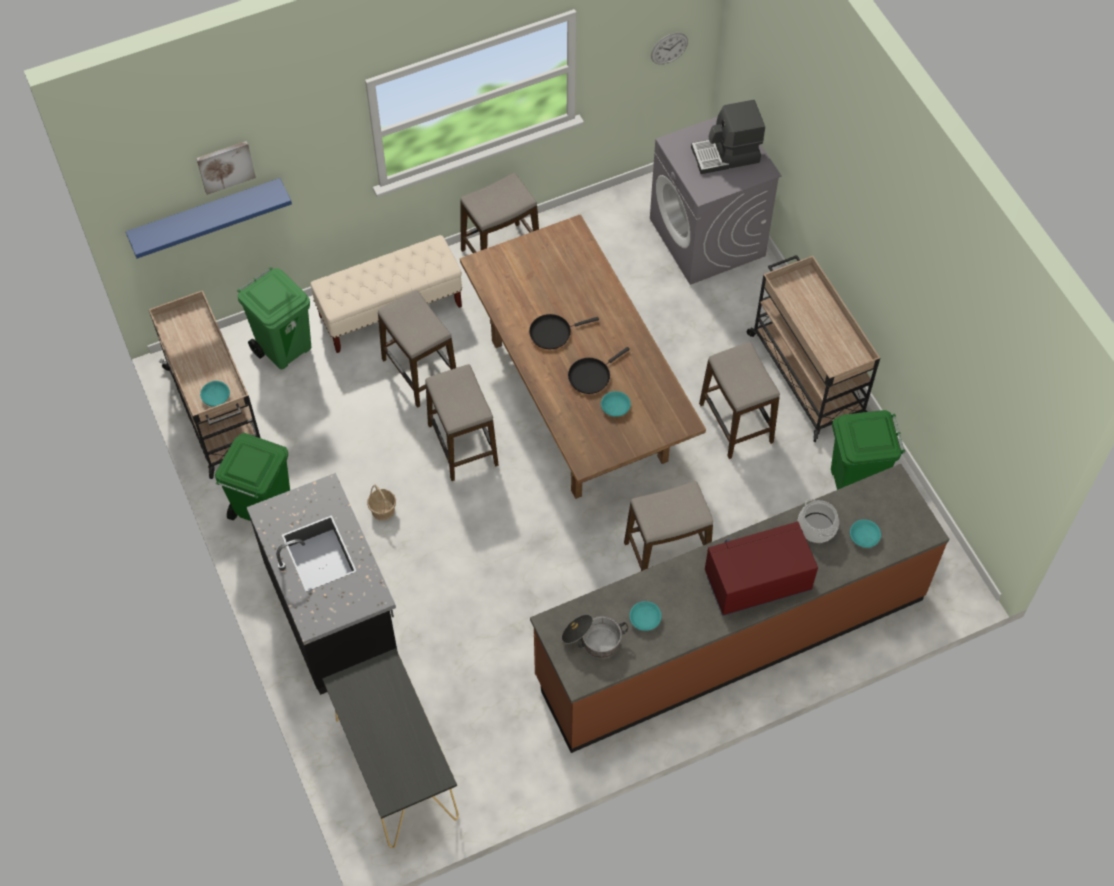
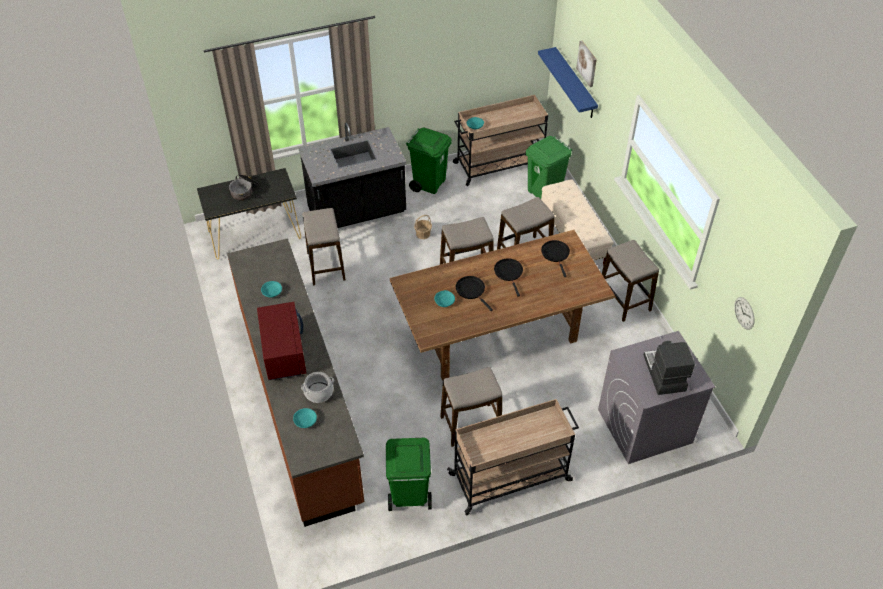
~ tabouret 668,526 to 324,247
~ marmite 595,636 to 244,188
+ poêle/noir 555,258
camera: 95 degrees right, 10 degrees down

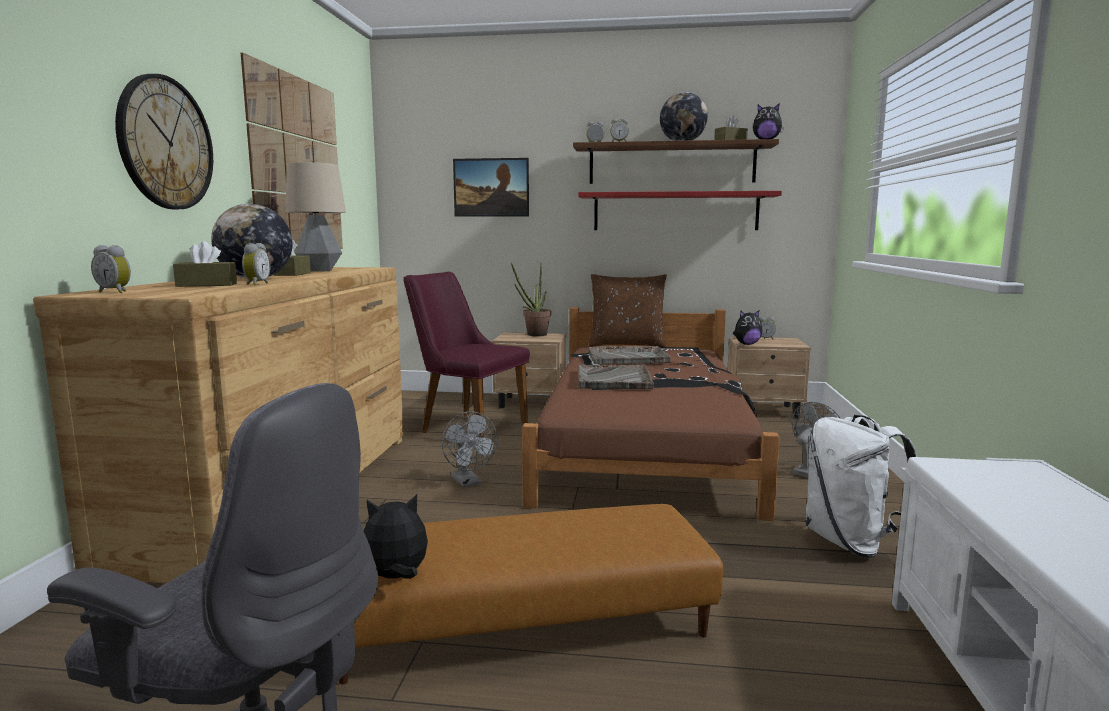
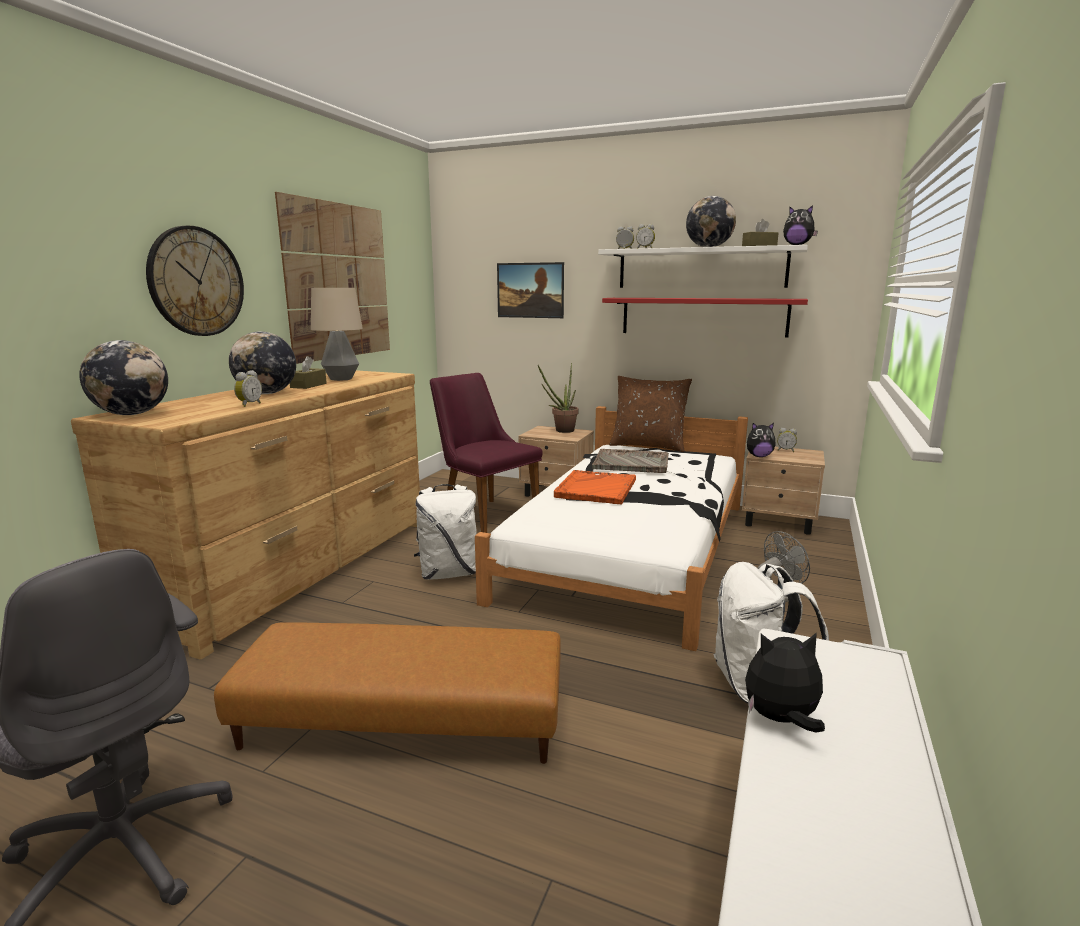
~ étagère/marron 676,161 to étagère/blanc 703,266
- boîte à mouchoirs/marron 205,264
~ réveil 111,269 to globe 123,377
~ lit/marron 651,414 to lit/blanc 611,528
~ plateau/gris 616,376 to plateau/orange 595,487
~ ventilateur/gris 469,449 to sac à dos/blanc 445,532
~ peluche 396,536 to 785,682
camera: 15 degrees right, 5 degrees up

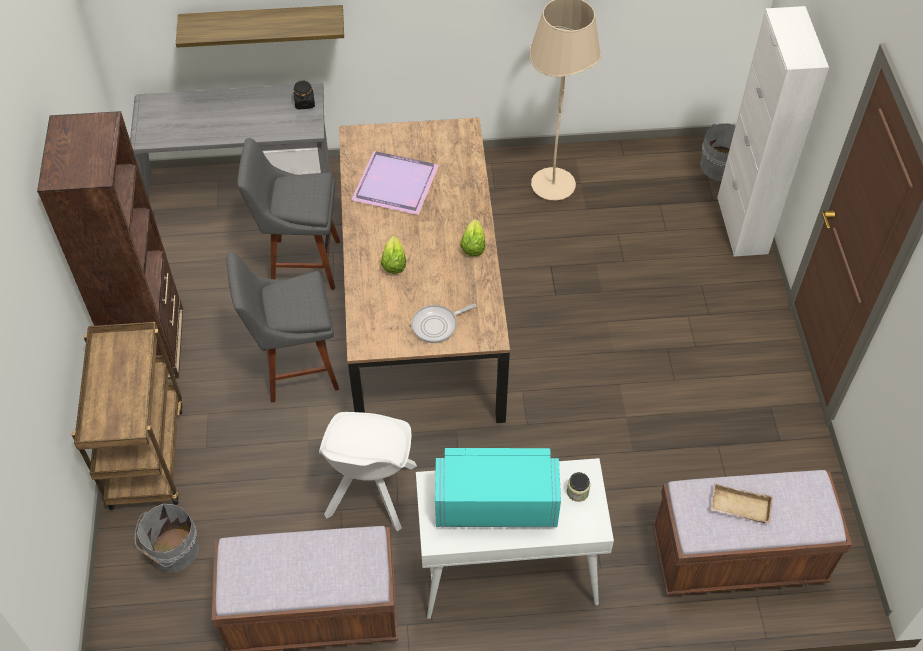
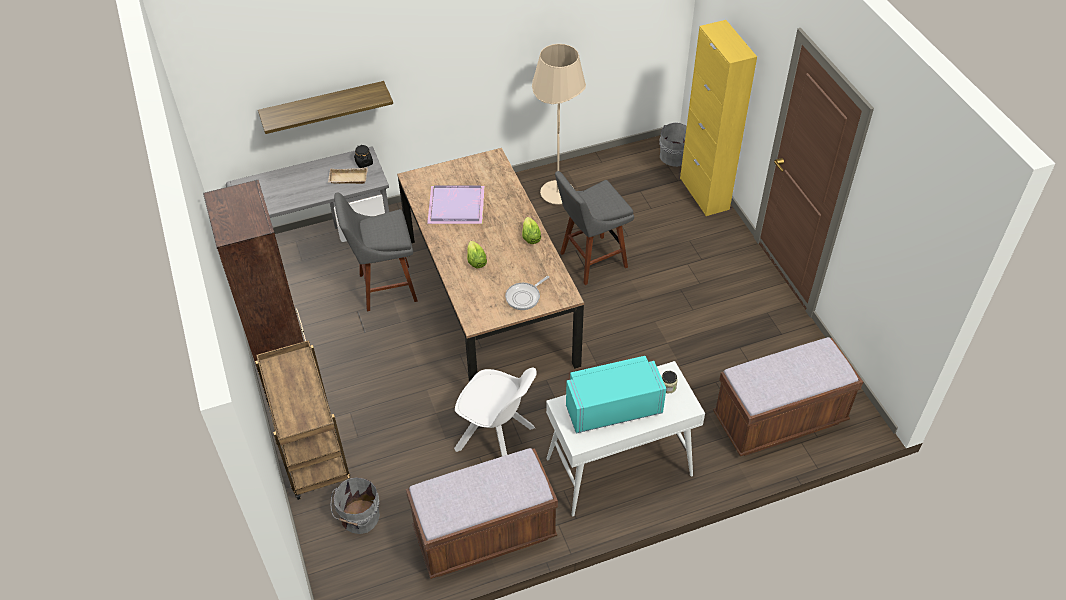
~ meuble de rangement/blanc 773,131 to meuble de rangement/jaune 718,118
~ tabouret/gris 283,328 to 594,228
~ chaise/blanc 368,471 = 495,412 60 degrees counterclockwise
~ plateau/beige 741,503 to 348,175
camera: 15 degrees left, 5 degrees down

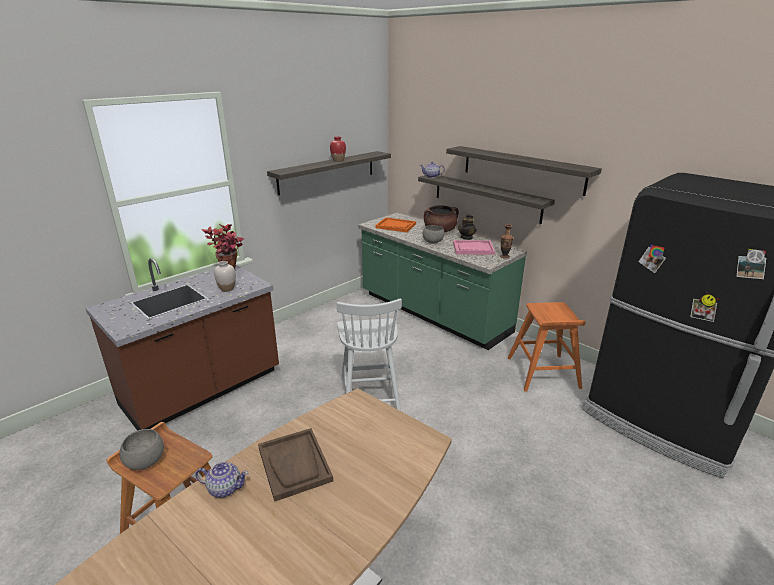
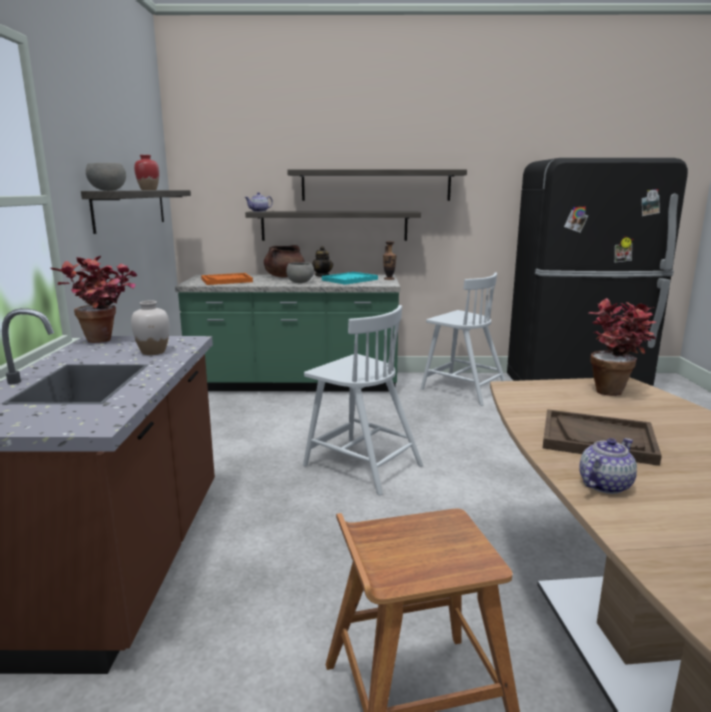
~ plateau/rose 474,247 to plateau/turquoise 350,278
~ tabouret/orange 547,346 to chaise/blanc 463,339
~ bol/gris 141,449 to 106,177
+ plante en pot 622,347
camera: 45 degrees left, 10 degrees down

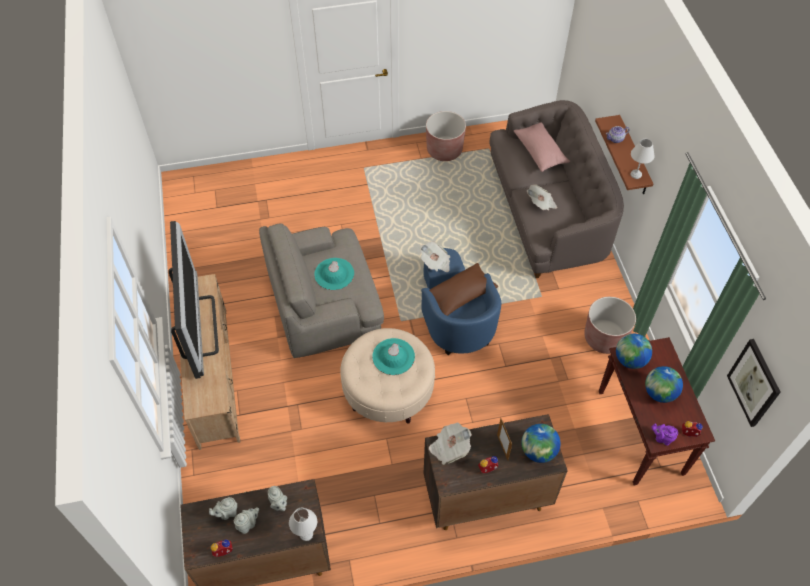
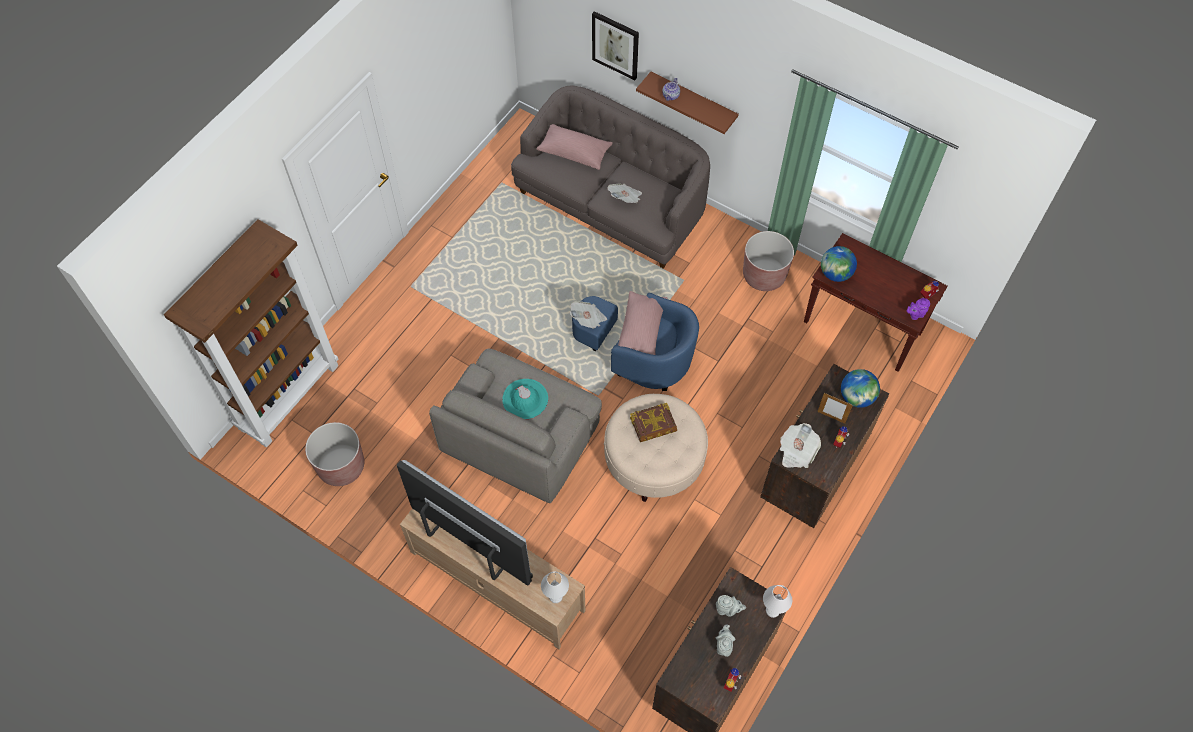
~ cache-pot/marron 446,136 to 334,454
~ lampe de table/blanc 642,159 to 555,587
~ coussin/marron 463,289 to coussin/rose 642,323
~ chapeau/turquoise 393,356 to livre 653,422
~ tableau 754,383 to 615,45
- globe 664,384
- théière/gris 223,508
+ bibliothèque/marron 251,333
camera: 45 degrees left, 5 degrees up

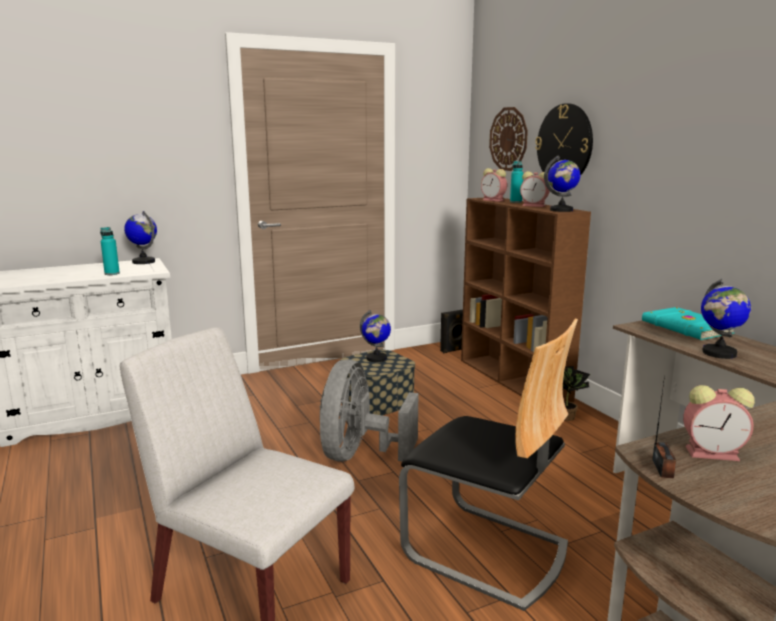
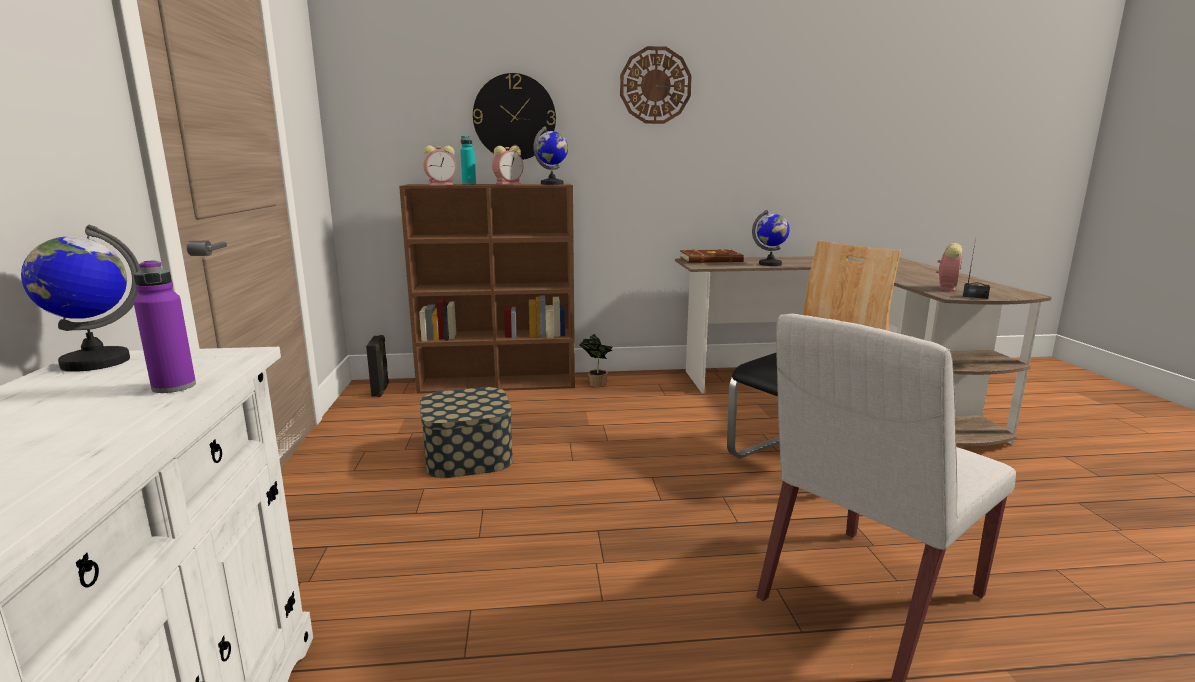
~ horloge murale 508,139 to 656,85
~ bouteille/turquoise 110,251 to bouteille/violet 164,326
~ livre/turquoise 688,323 to livre/marron 712,256
- globe 375,336
- ventilateur/gris 369,410
camera: 70 degrees left, 0 degrees up

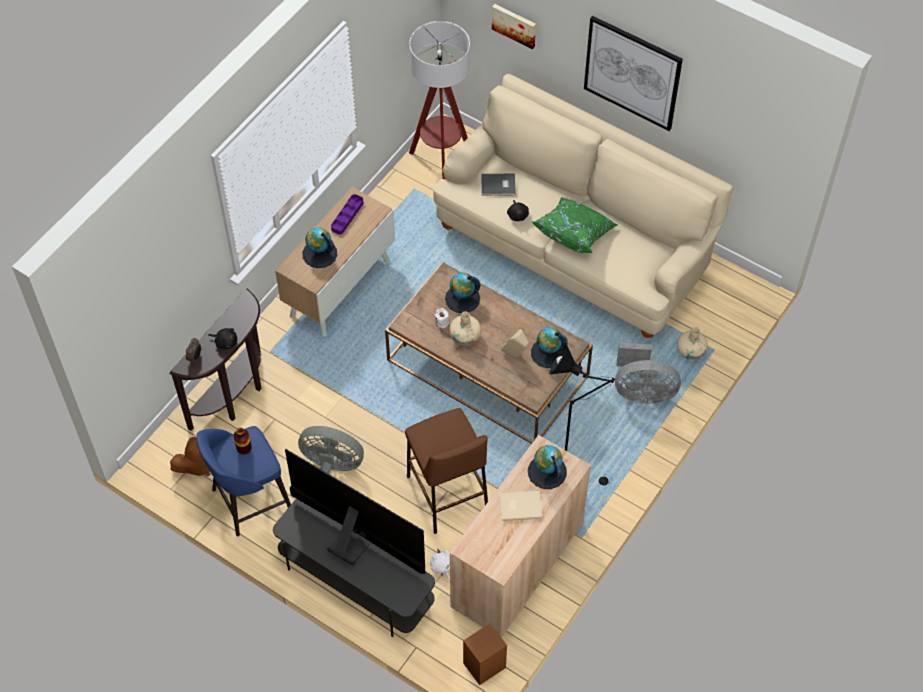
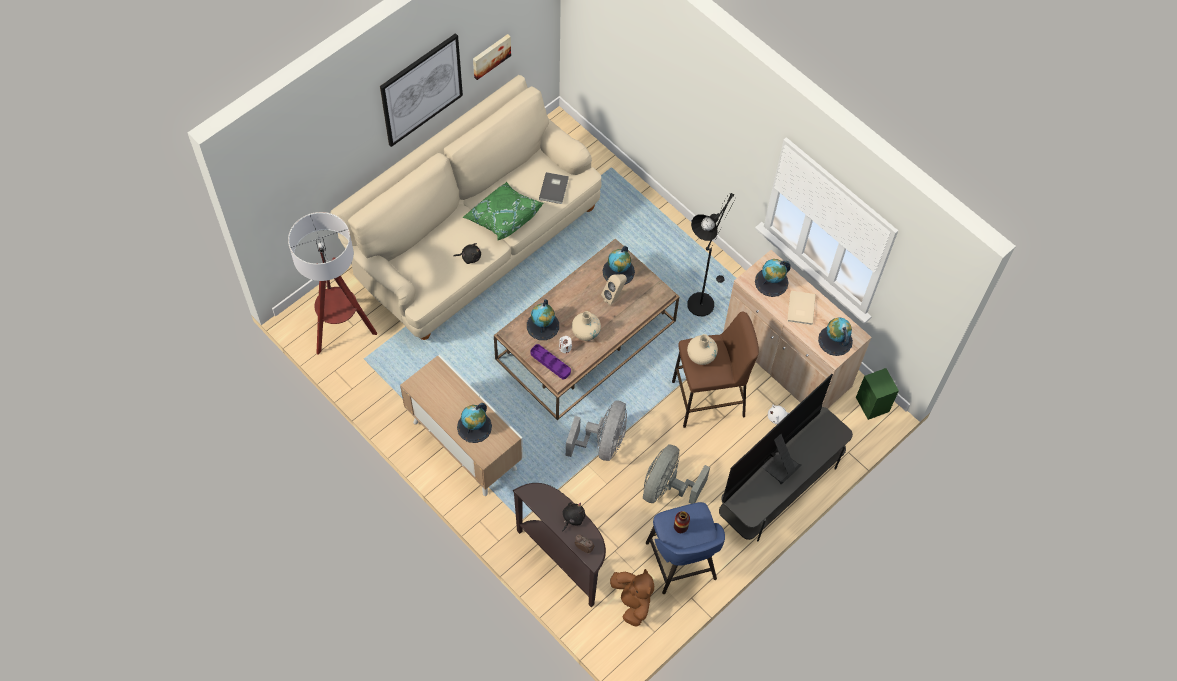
~ tableau 514,26 to 492,57
~ livre/gris 498,184 to 554,188
~ plateau/violet 347,214 to 551,361
~ vase/beige 692,343 to 702,349
~ ventilateur/gris 648,373 to 596,430
~ enceinte/marron 485,654 to enceinte/vert 877,394
+ globe 835,336
camera: 80 degrees left, 5 degrees up

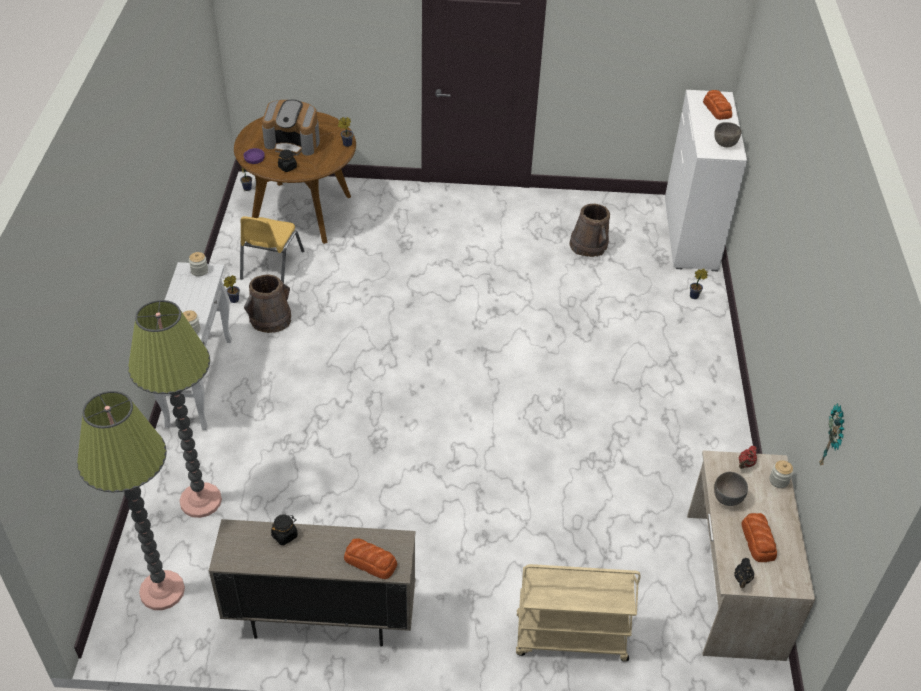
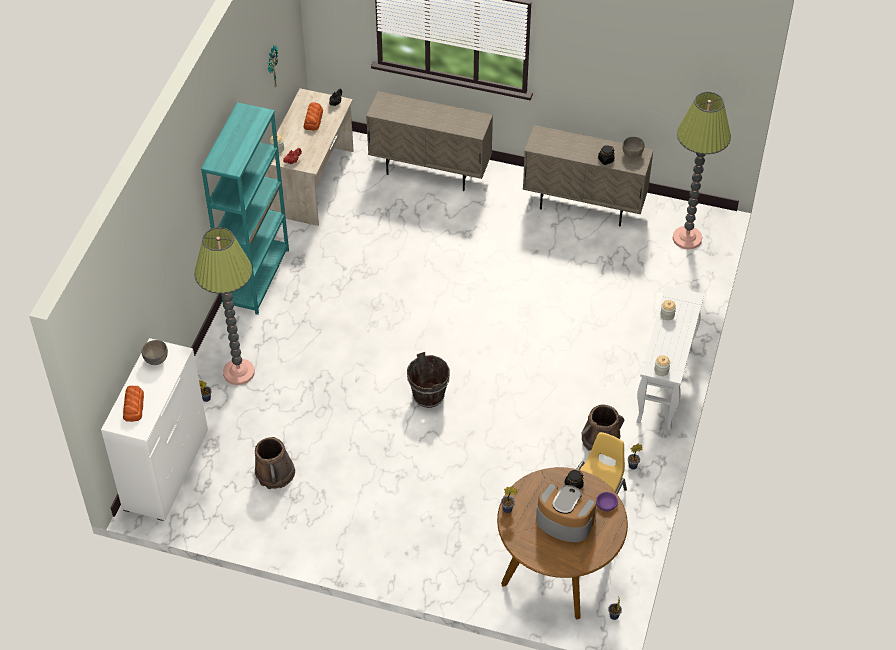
~ lampadaire 175,409 to 224,306
~ bol/gris 731,489 to 633,147
- pain 370,558
~ chariot/beige 578,613 to meuble de rangement/beige 429,141
+ bibliothèque/turquoise 245,208
+ seau/marron 428,380
camera: 165 degrees left, 5 degrees up

